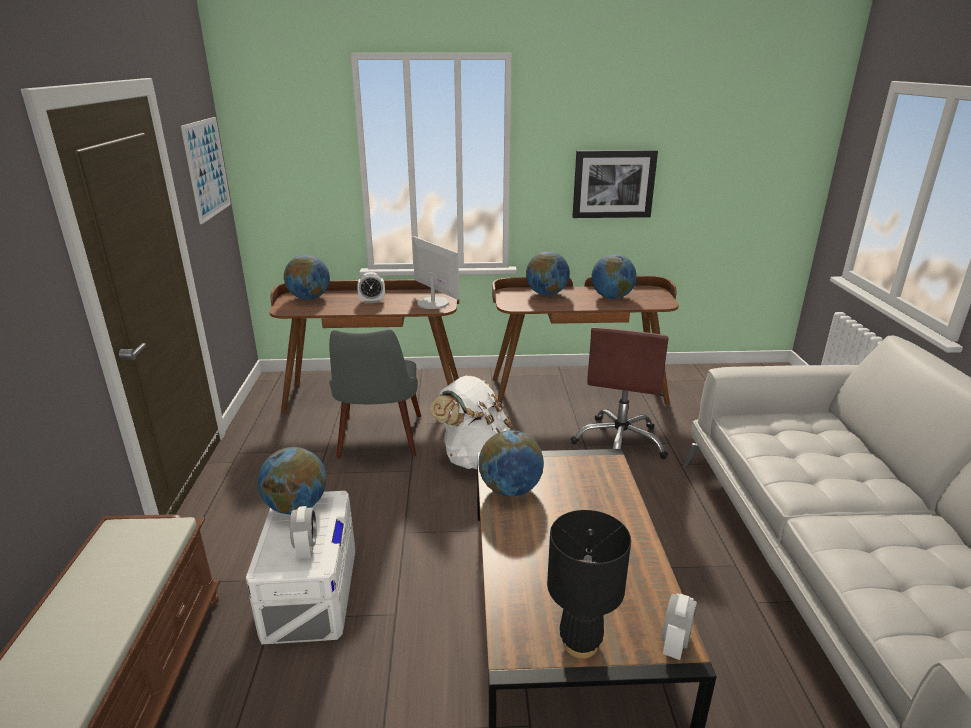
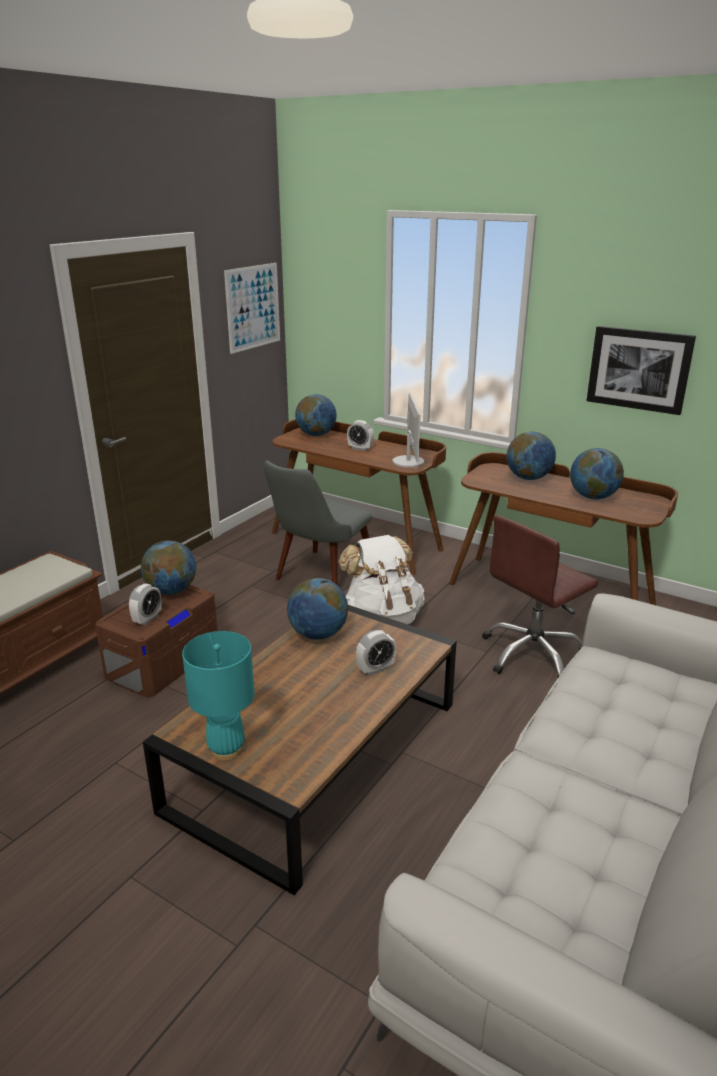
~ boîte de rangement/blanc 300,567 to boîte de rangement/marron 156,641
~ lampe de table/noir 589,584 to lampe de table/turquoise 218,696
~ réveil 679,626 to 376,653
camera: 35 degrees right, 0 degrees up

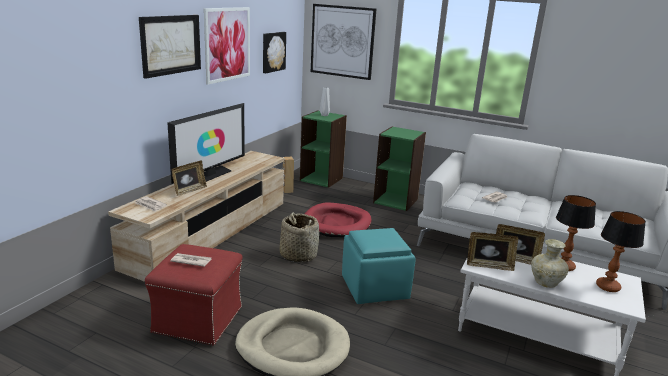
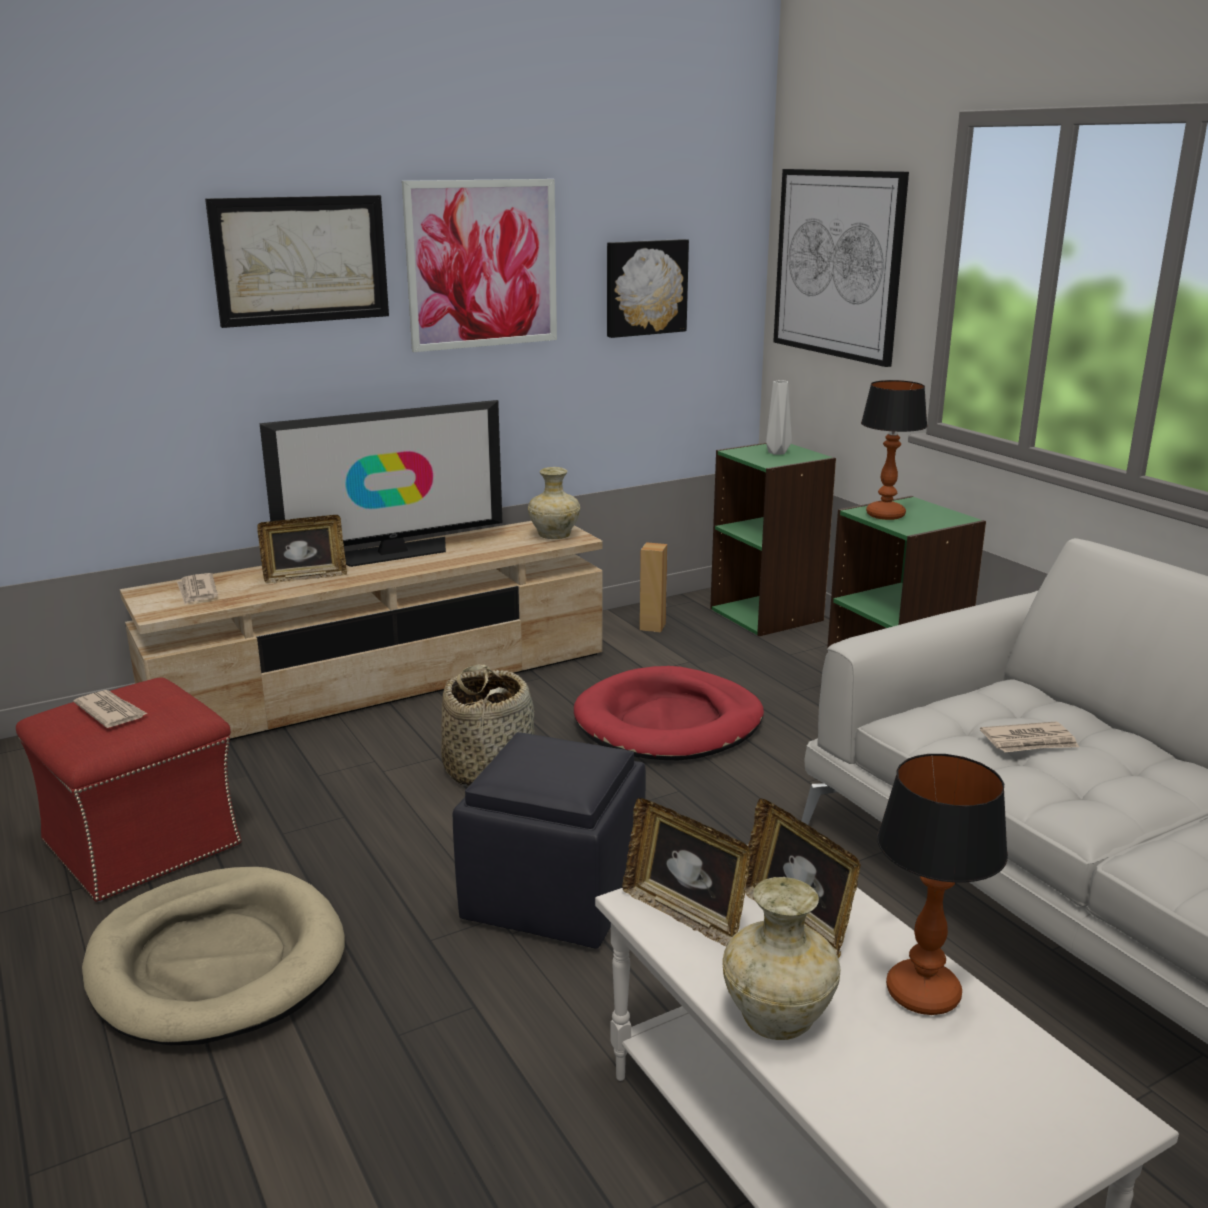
~ lampe de table 621,251 to 894,450
~ pouf/turquoise 379,266 to pouf/noir 549,840
+ vase/beige 554,503
camera: 35 degrees right, 0 degrees up

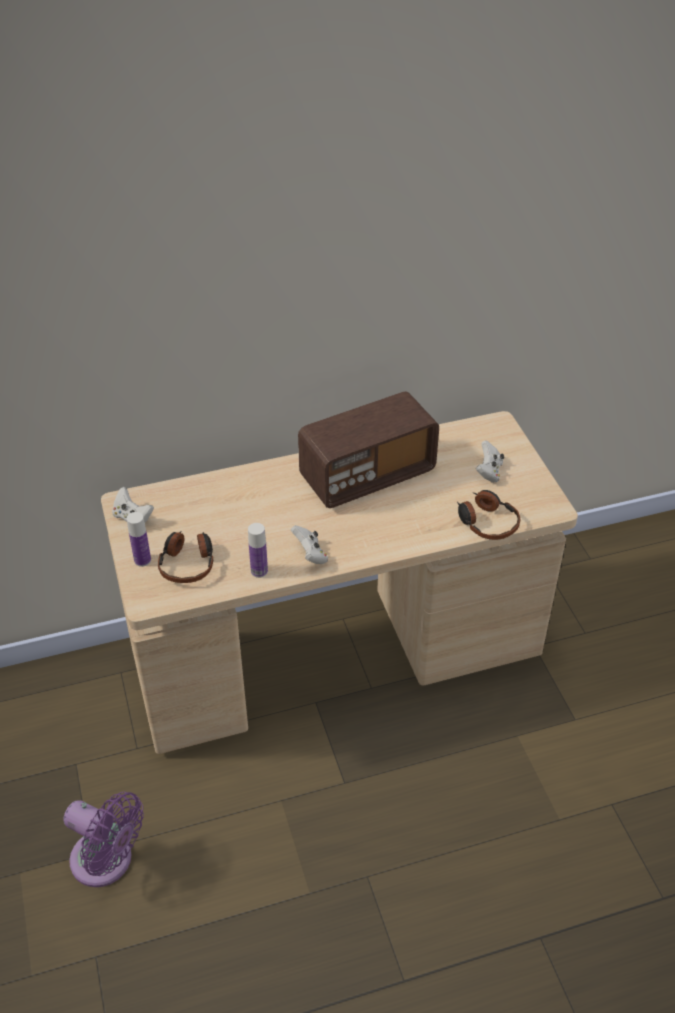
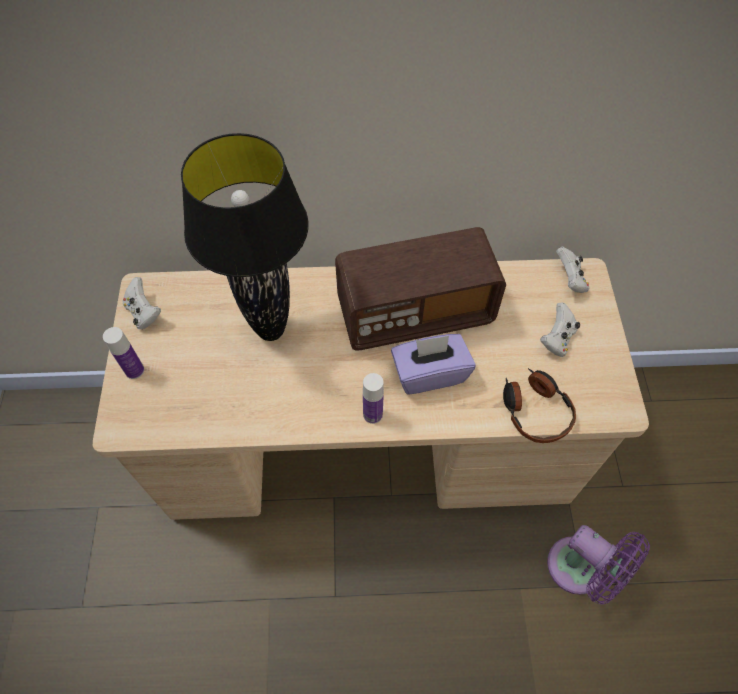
~ bouteille 258,550 to 373,398
~ manette/blanc 309,544 to 573,270
- casque audio 185,557
~ ventilateur/violet 103,839 to 598,564
+ lampe de table/noir 245,237
+ boîte à mouchoirs/violet 433,364
camera: 15 degrees right, 15 degrees up

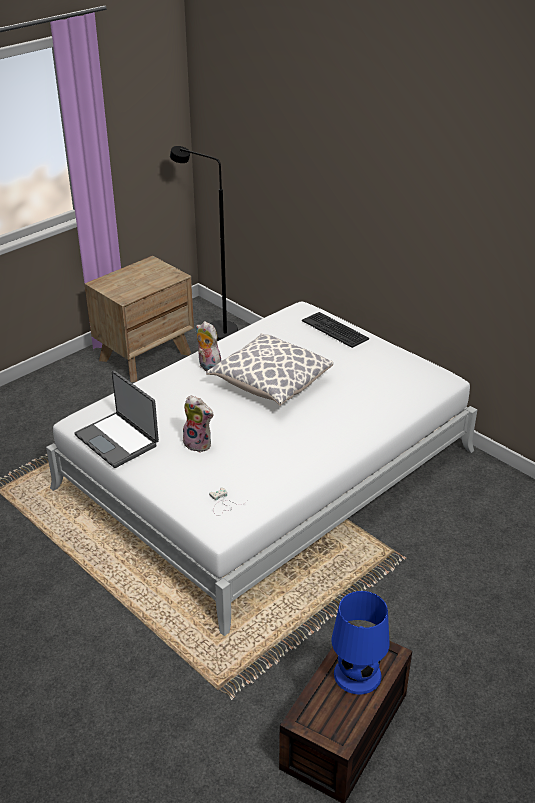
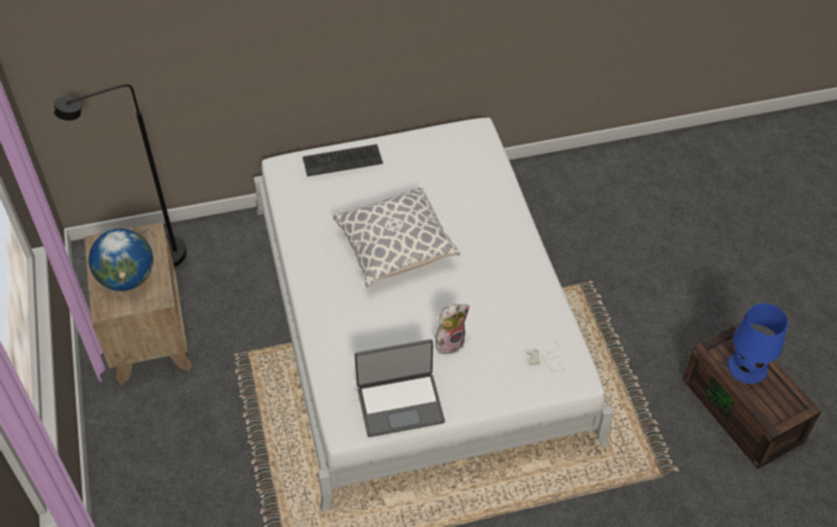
- peluche 209,346
+ globe 121,260
camera: 60 degrees left, 15 degrees up

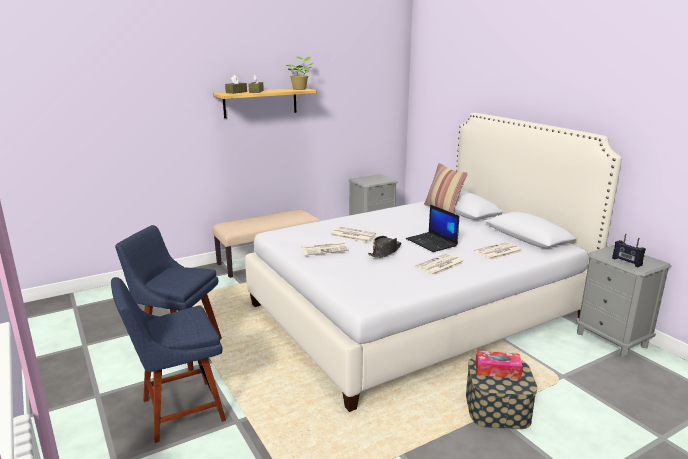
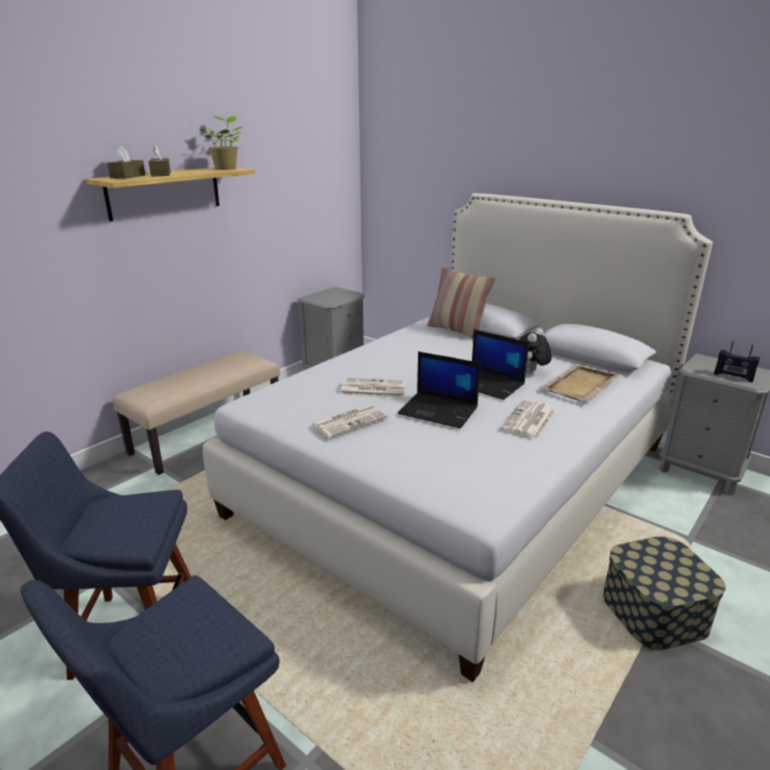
~ chapeau/noir 385,247 to ordinateur portable 439,390
~ journal 498,251 to plateau/beige 580,383
- boîte à mouchoirs 499,364
+ peluche 535,350
camera: 20 degrees left, 5 degrees up

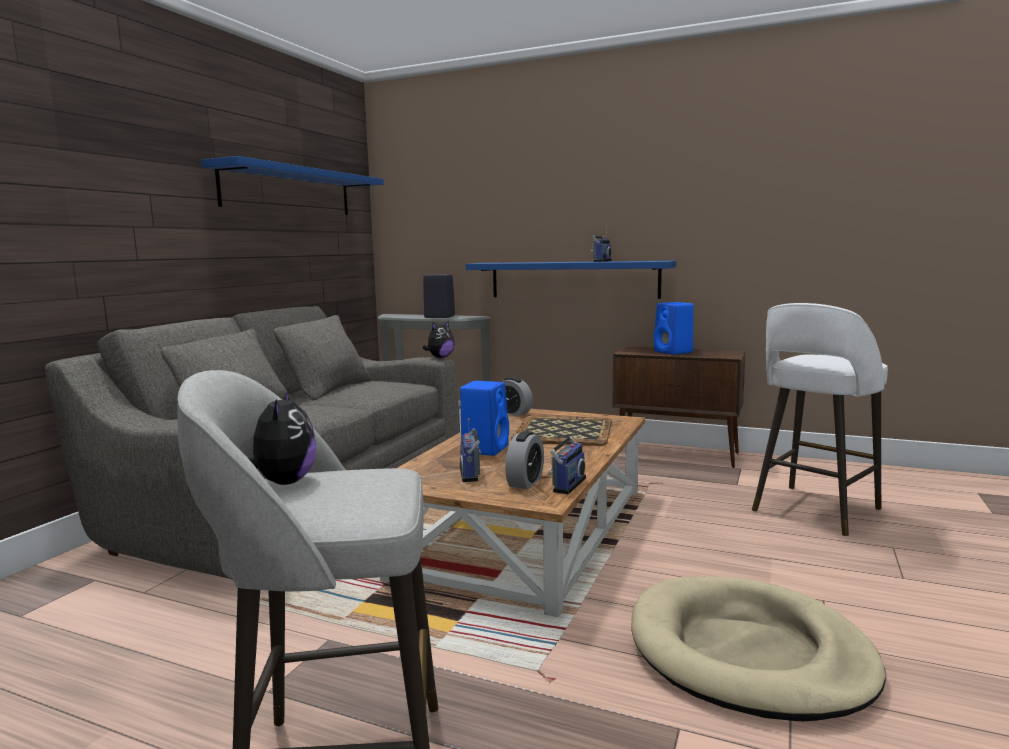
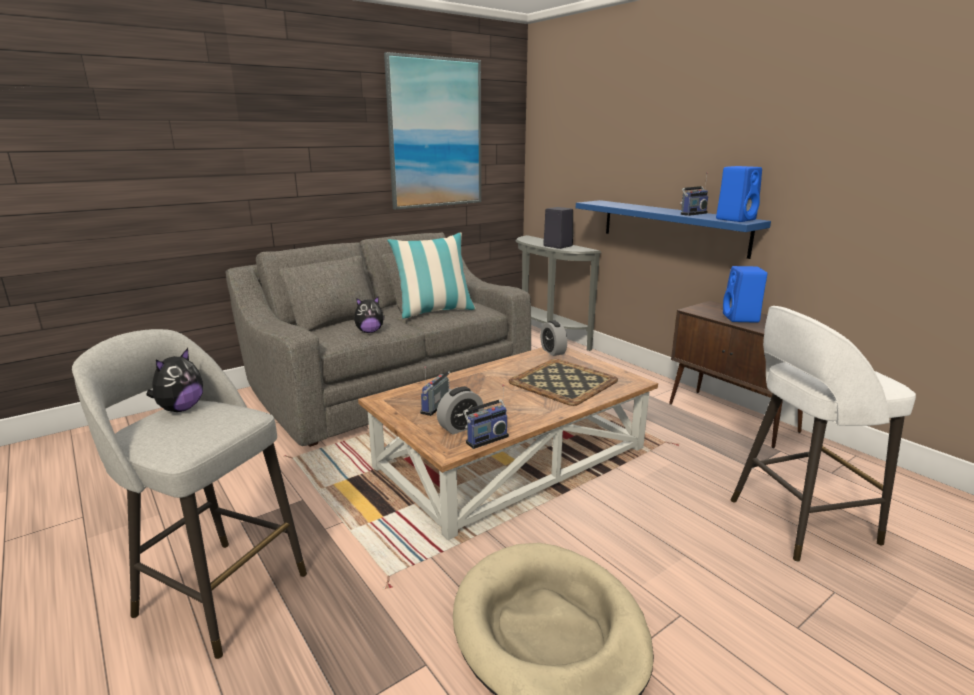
~ étagère/bleu 292,185 to tableau 432,131
~ peluche 439,339 to 369,314
~ enceinte/bleu 484,418 to 739,194
+ coussin 431,276
camera: 30 degrees right, 10 degrees up

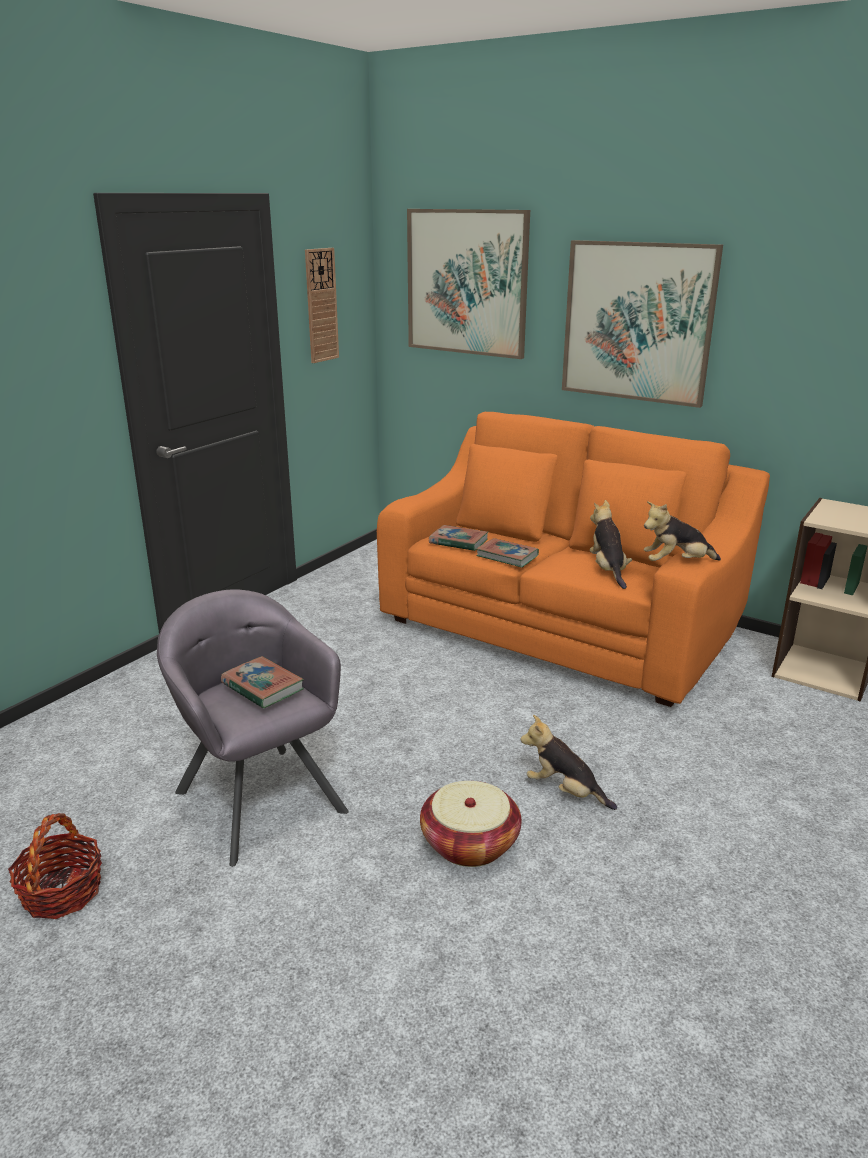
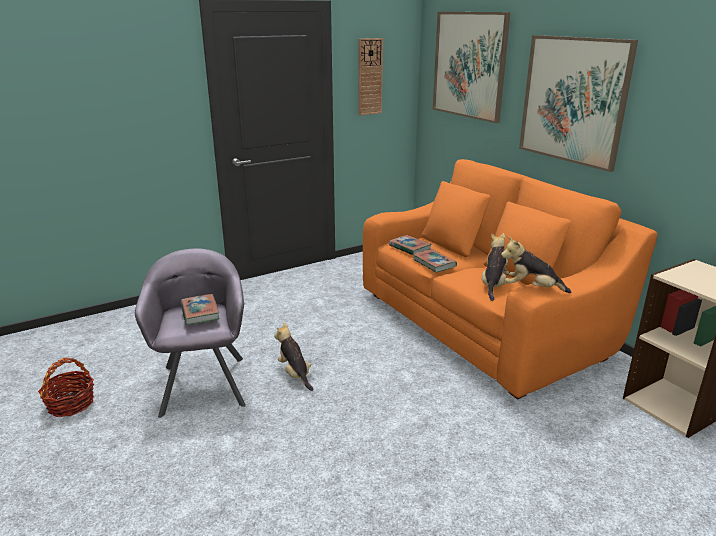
~ peluche 568,762 to 293,356
- panier 470,824
camera: 25 degrees right, 0 degrees up

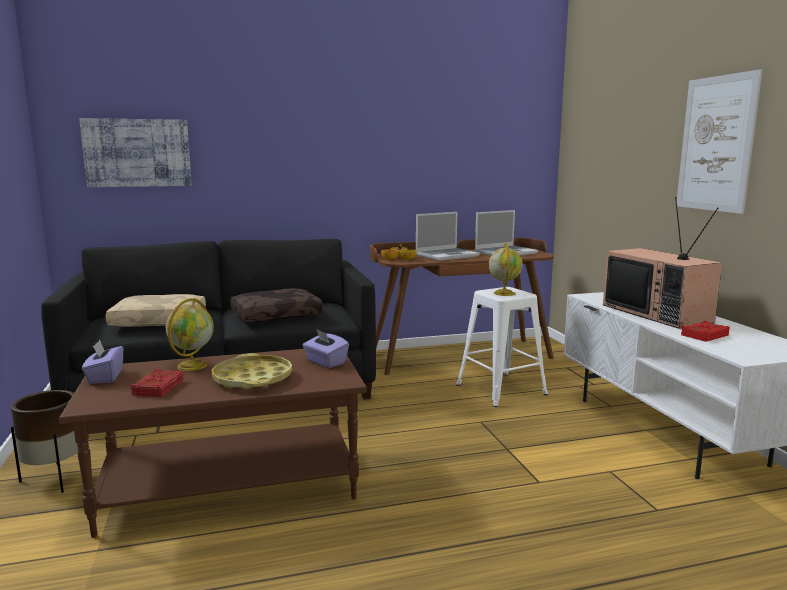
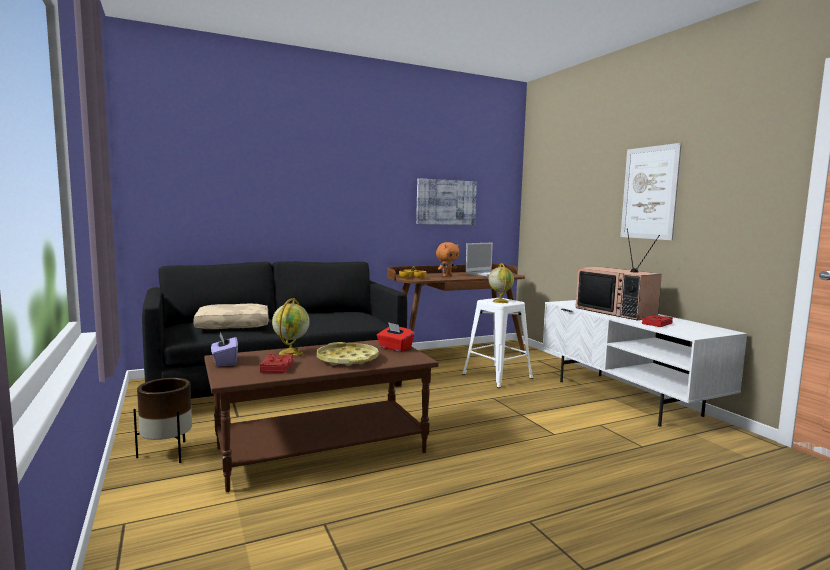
~ tableau 135,152 to 446,201
~ ordinateur portable 448,236 to peluche/orange 447,259
- coussin/marron 276,305
~ boîte à mouchoirs/violet 326,348 to boîte à mouchoirs/rouge 396,337
camera: 10 degrees left, 5 degrees down

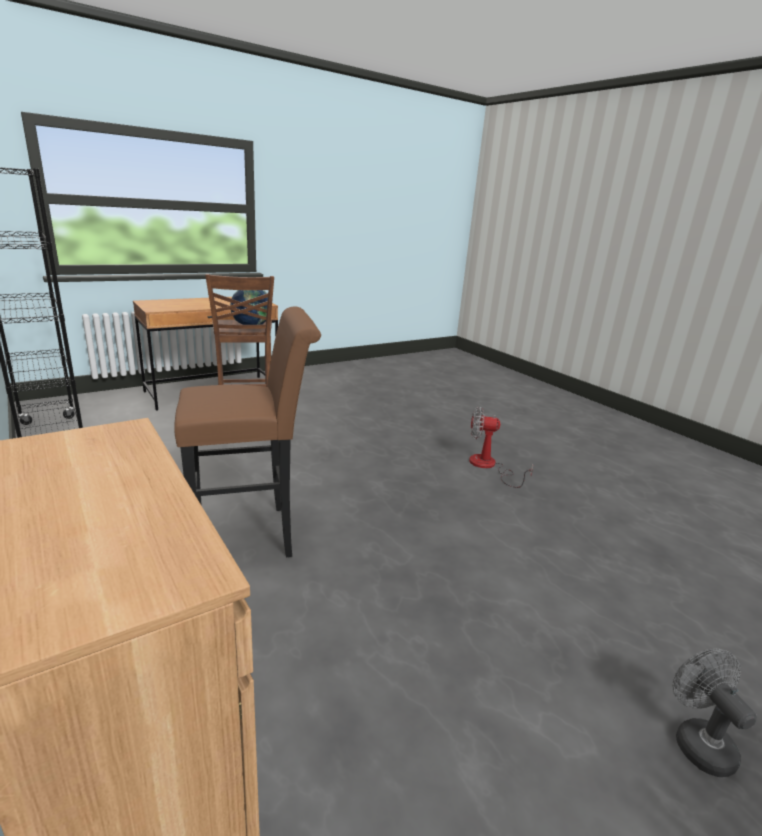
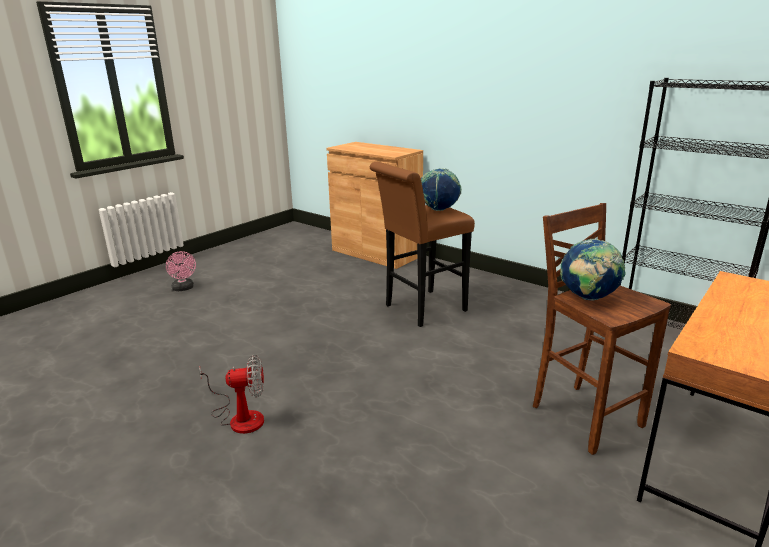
~ ventilateur/gris 715,713 to ventilateur/rose 181,271
+ globe 441,189
camera: 165 degrees right, 0 degrees up

